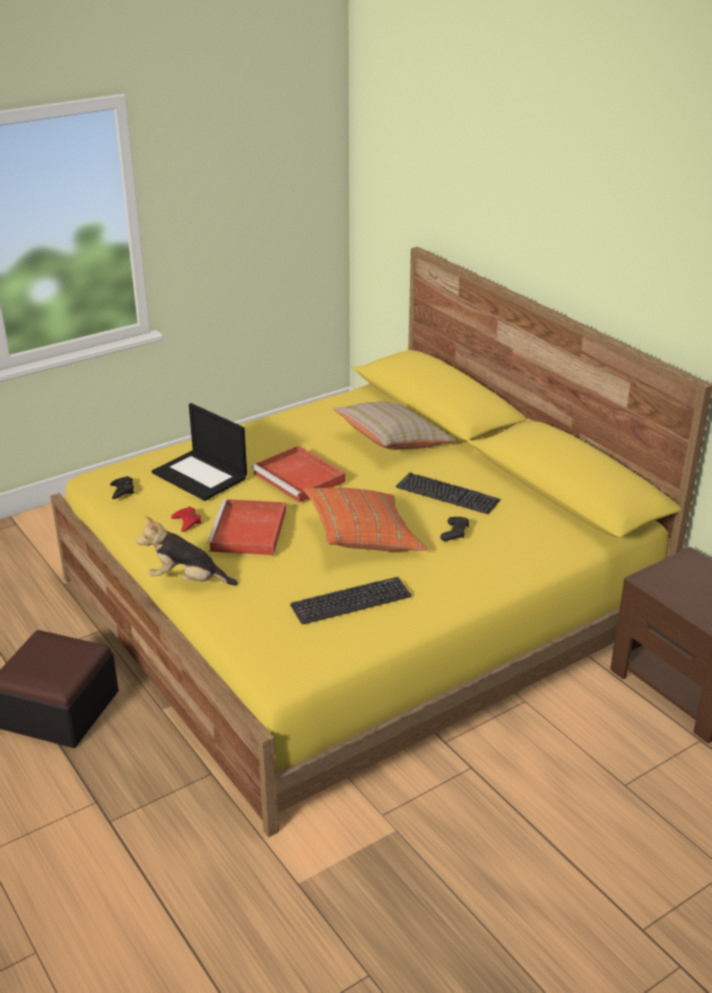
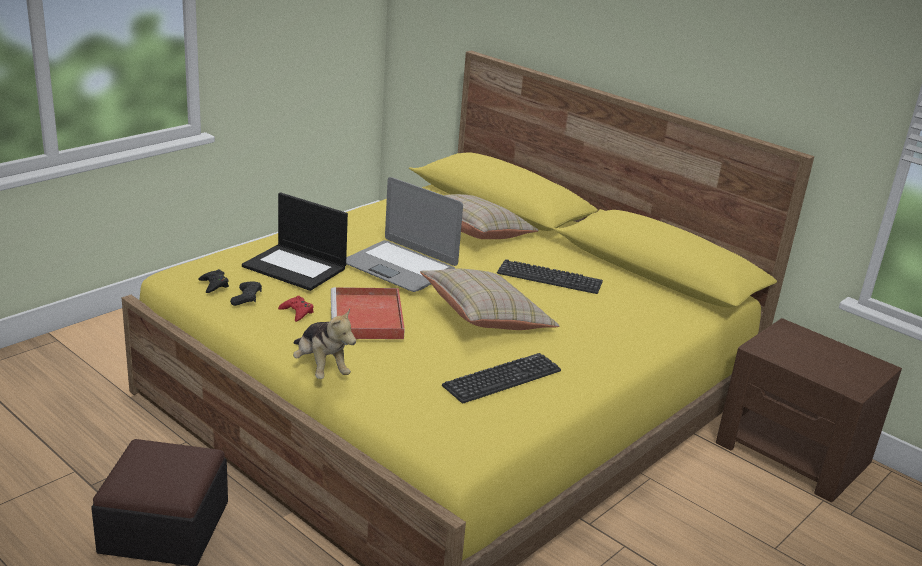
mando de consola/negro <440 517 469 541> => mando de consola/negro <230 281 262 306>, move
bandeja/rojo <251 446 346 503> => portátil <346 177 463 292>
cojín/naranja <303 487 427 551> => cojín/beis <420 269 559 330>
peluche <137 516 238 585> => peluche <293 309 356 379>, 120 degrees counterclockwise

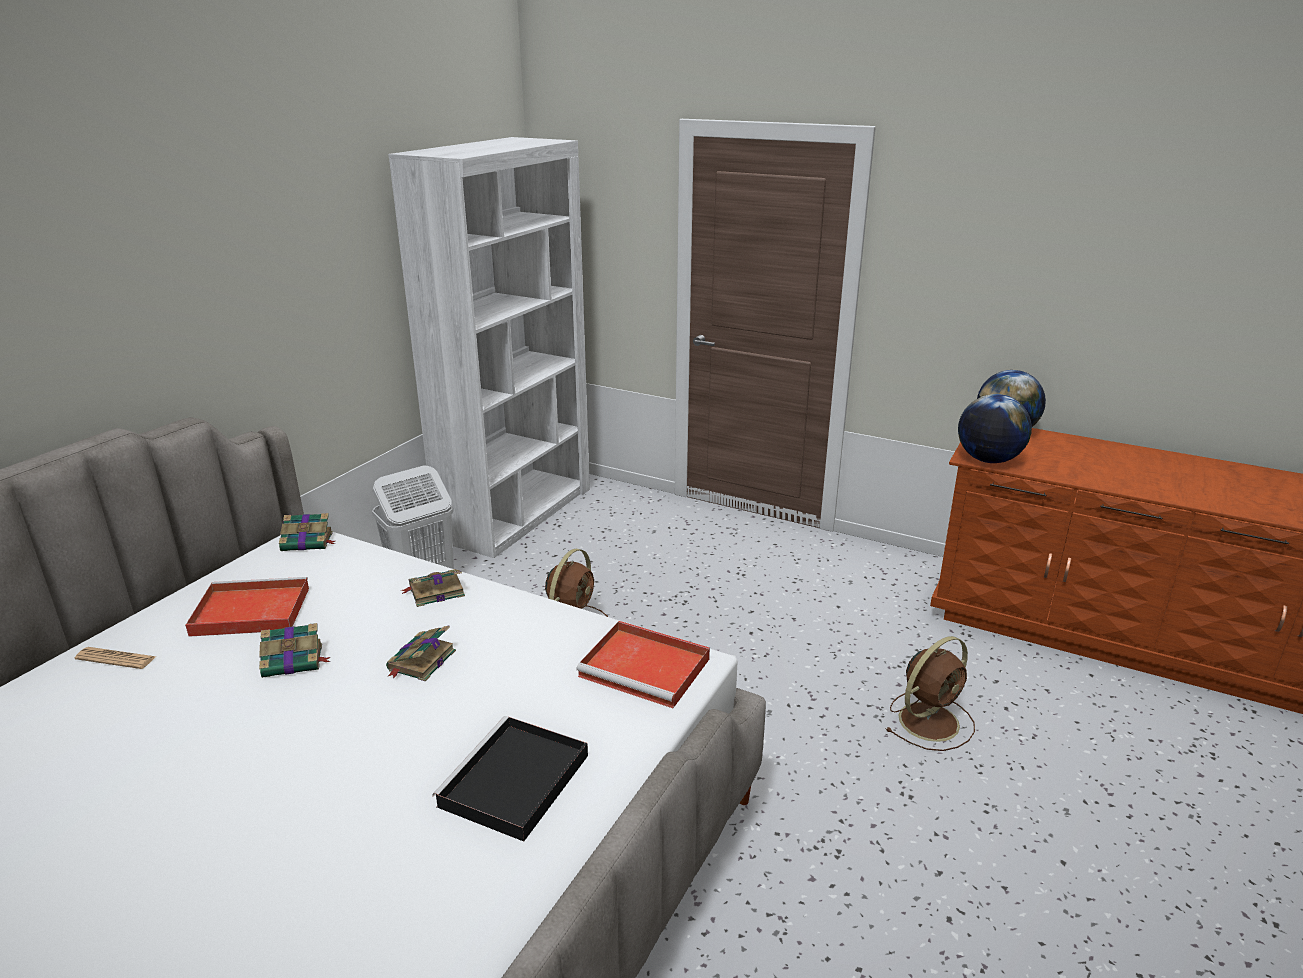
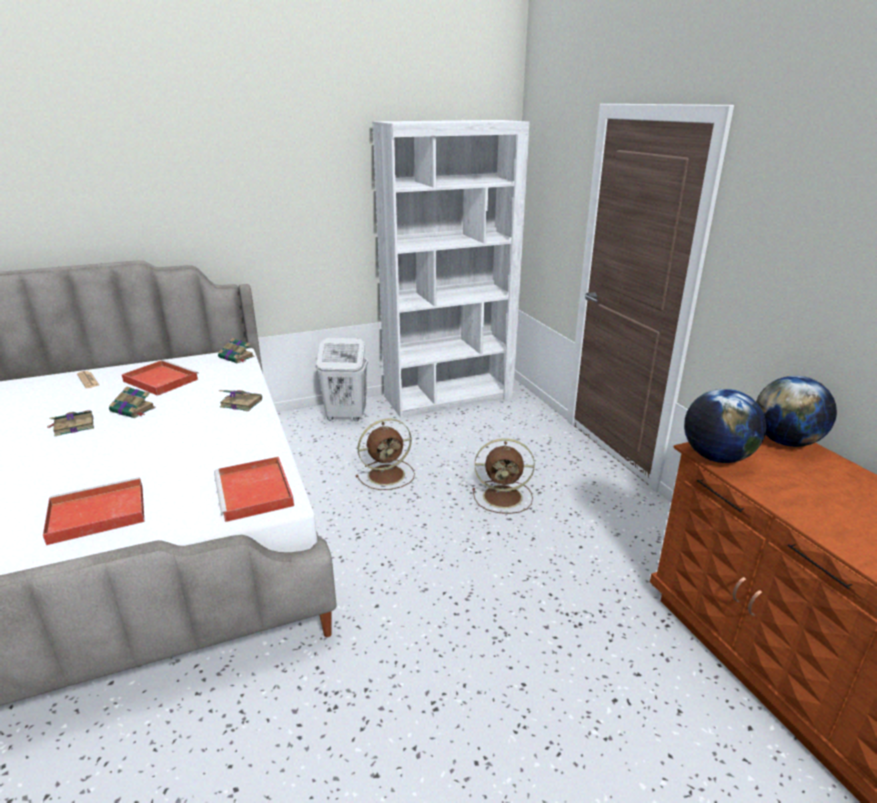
libro <386 625 456 681> => libro <48 410 94 436>, move
ventilador/marrón <885 636 975 751> => ventilador/marrón <472 438 535 514>, move
bandeja/negro <432 716 588 841> => bandeja/rojo <43 477 144 545>

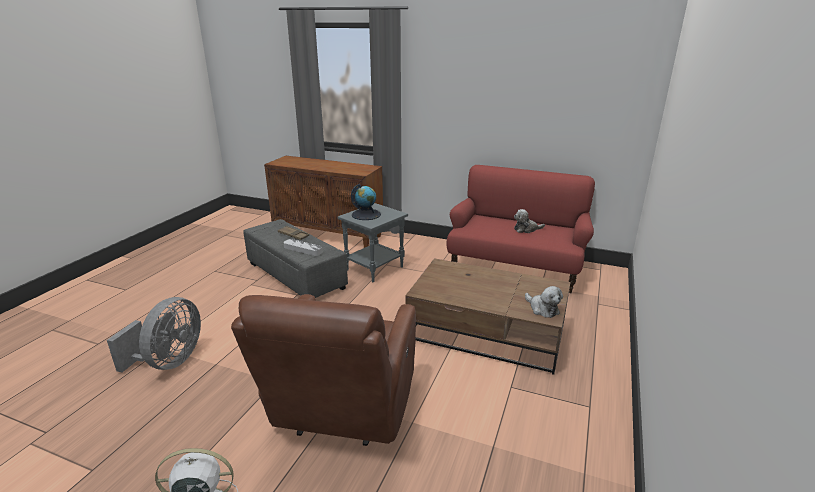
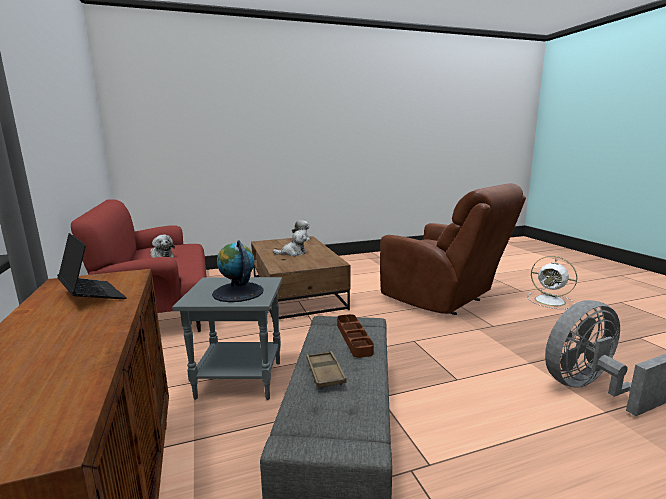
nothing => portátil <57 233 127 299>
nothing => peluche <273 231 307 256>
bandeja/gris <283 239 322 256> => bandeja/marrón <337 314 374 358>
sillón/marrón <231 294 416 446> => sillón/marrón <380 183 526 315>, 75 degrees clockwise

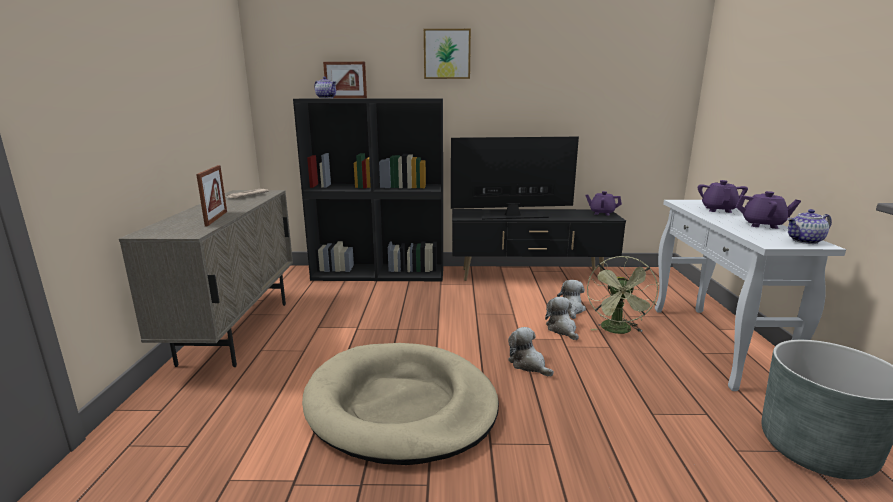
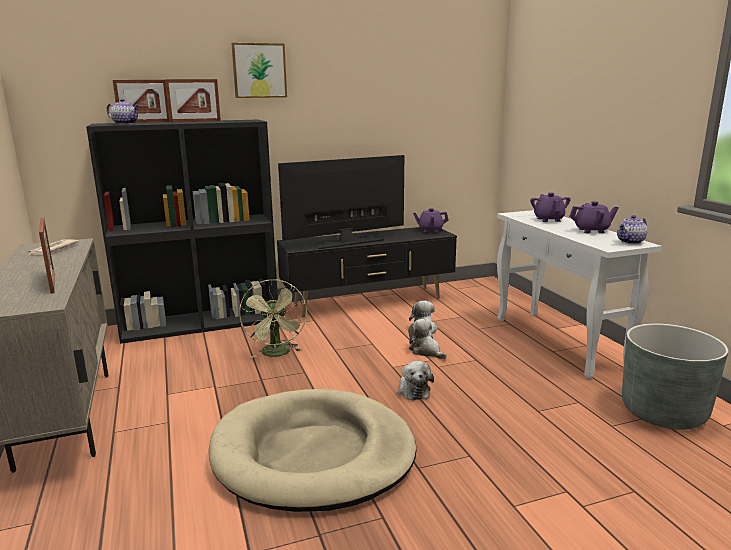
nothing => portarretratos <165 79 221 122>
ventilador/verde <587 256 659 334> => ventilador/verde <239 279 307 358>, move
peluche <508 327 554 376> => peluche <397 361 434 400>, 135 degrees counterclockwise

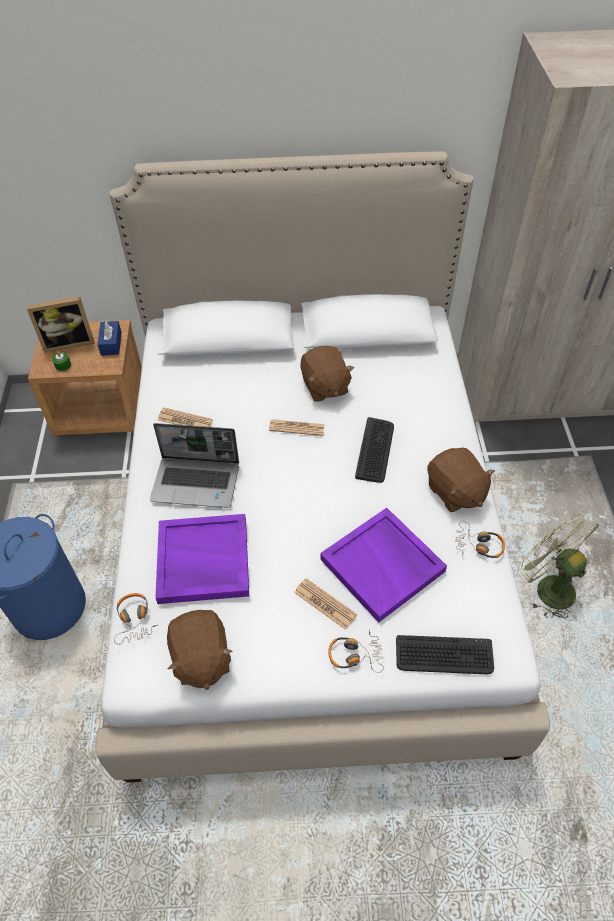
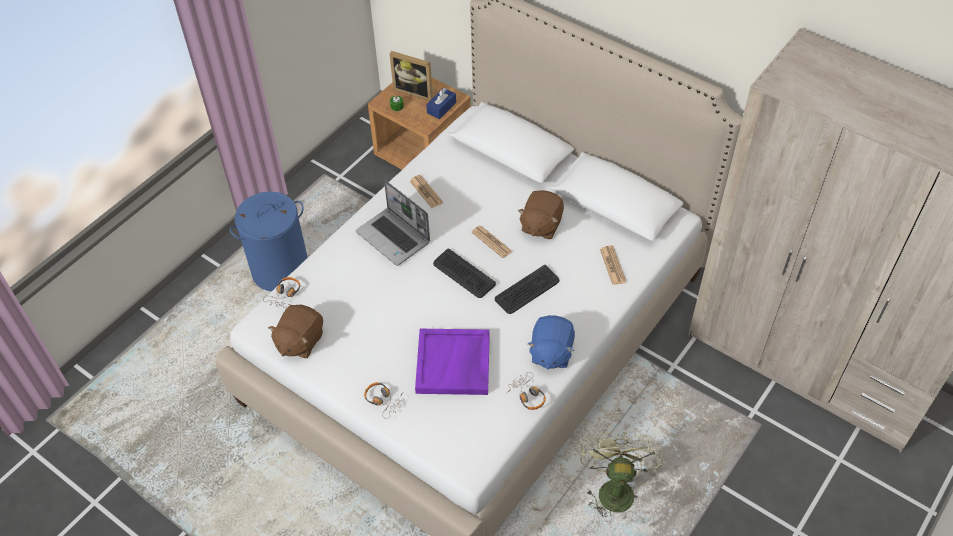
bandeja/morado <155 514 249 604> => nothing
periódico <294 578 357 629> => periódico <600 245 626 285>, move
teclado <396 635 494 674> => teclado <433 249 496 298>, move
peluche/marrón <427 448 495 512> => peluche/azul <528 315 575 369>

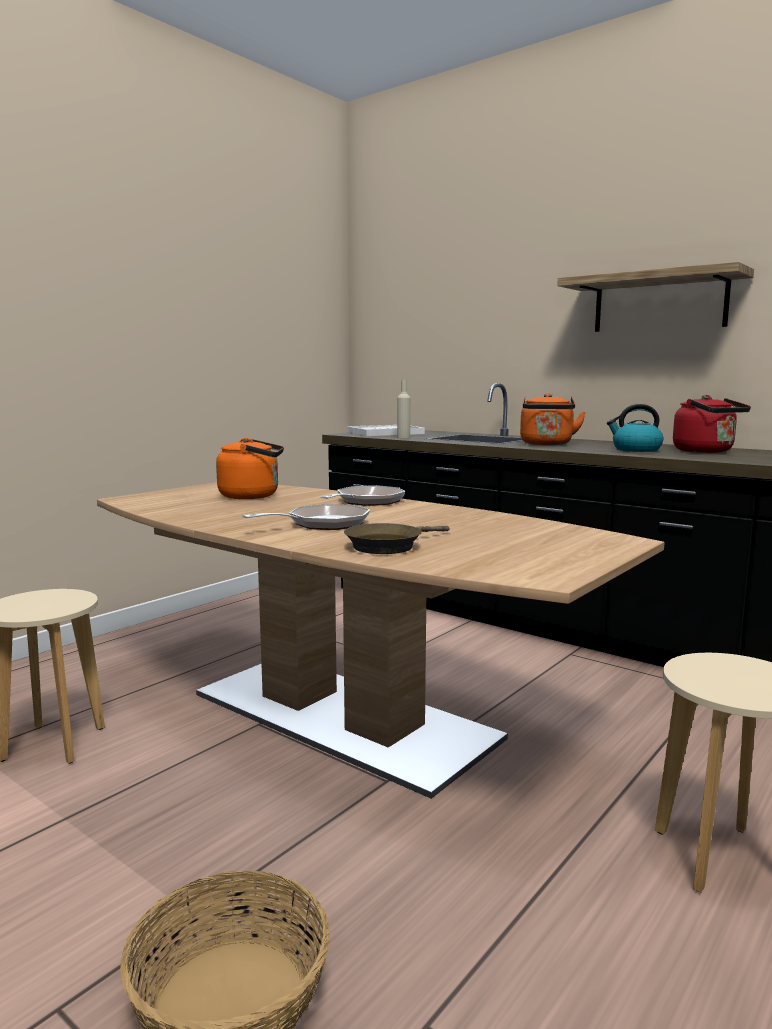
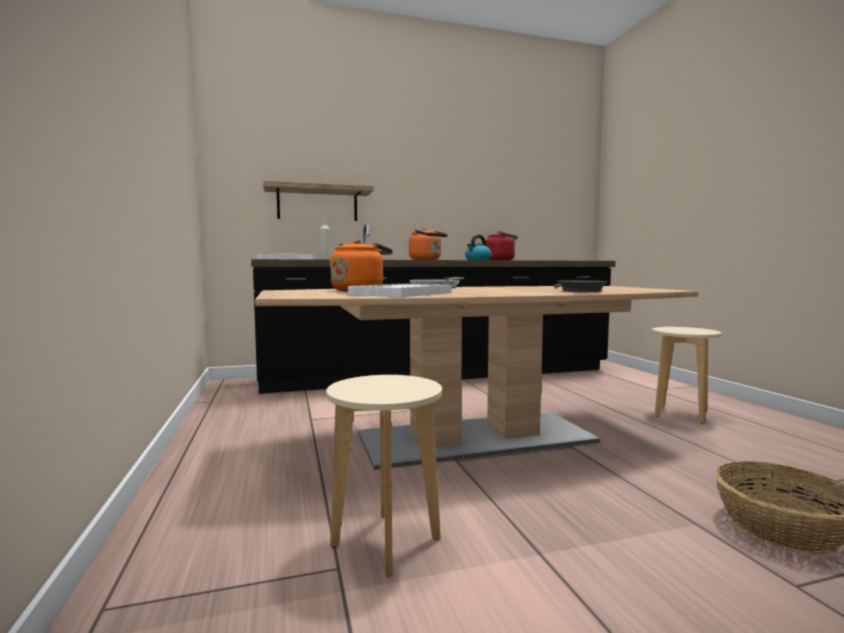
sartén <242 504 370 530> => nothing
nothing => bandeja/blanco <348 284 452 297>
estante <557 262 754 332> => estante <263 181 374 221>, move

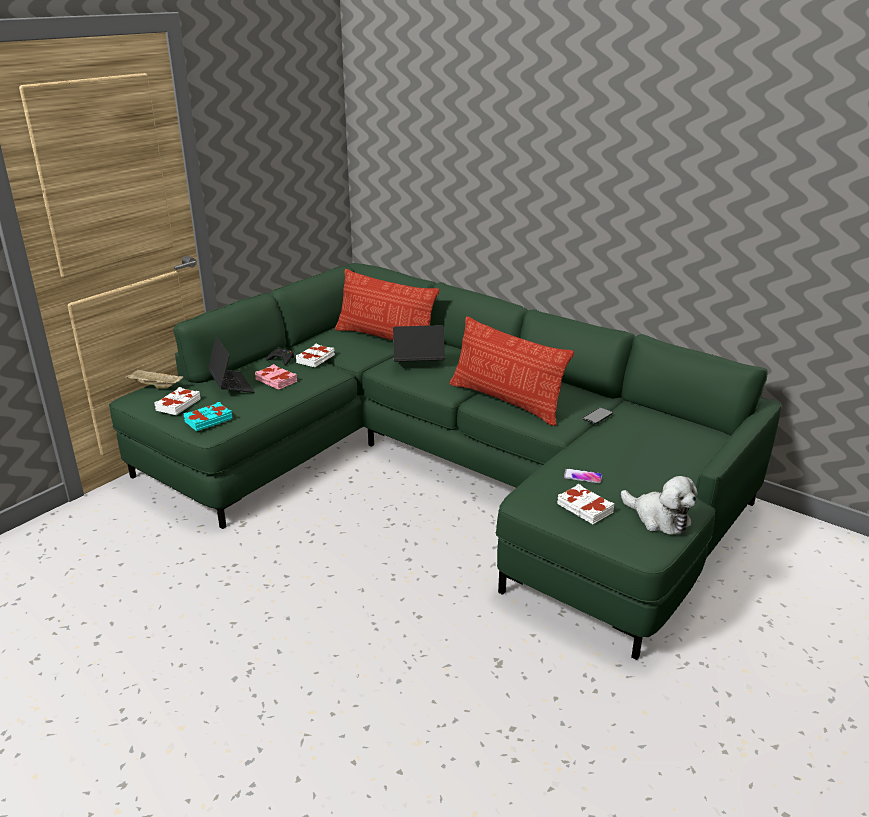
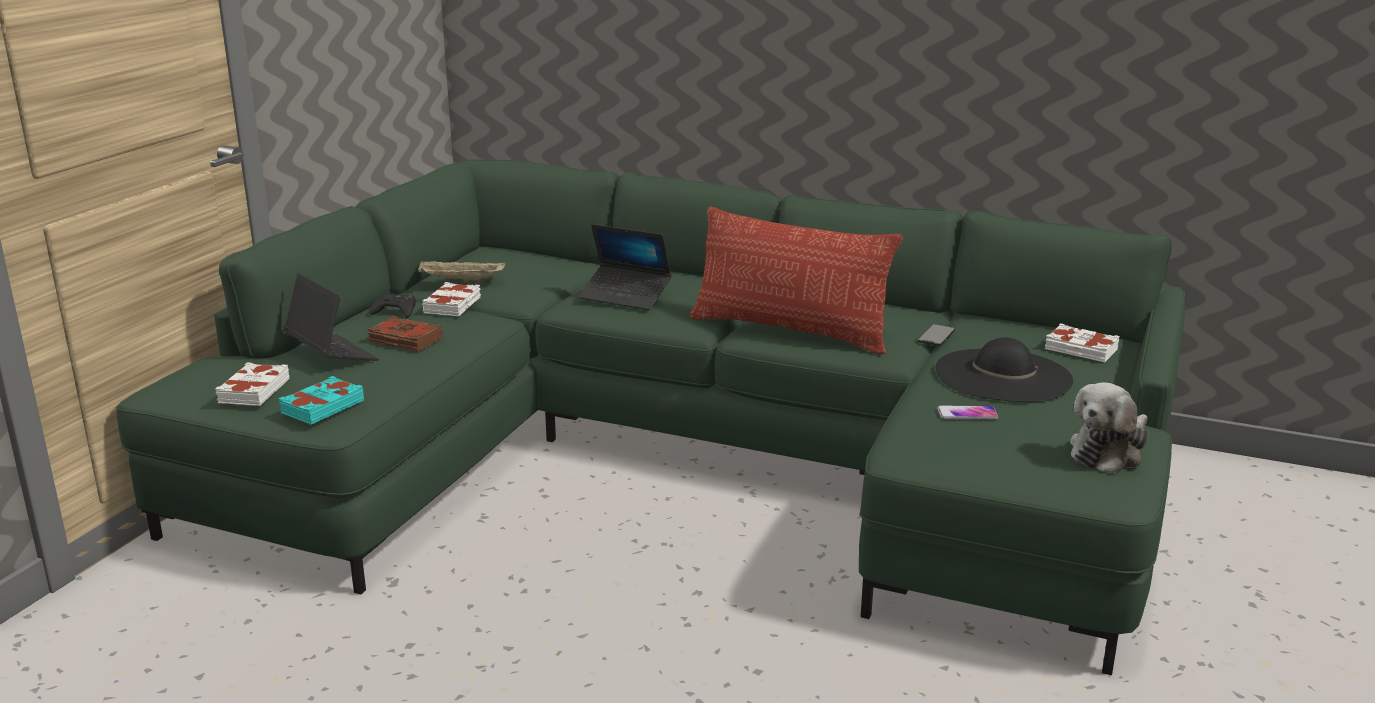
cojín <335 269 439 340> => nothing
nothing => sombrero/negro <936 337 1073 402>
bandeja/beis <125 370 184 389> => bandeja/beis <418 260 506 284>, move
libro/blanco <557 484 615 524> => libro/blanco <1045 323 1120 362>, move
libro/rosa <255 364 297 390> => libro/marrón <368 316 442 352>
portátil <393 325 445 362> => portátil <579 224 672 310>, 135 degrees counterclockwise
peluche <621 476 698 535> => peluche <1070 382 1149 474>, 105 degrees clockwise

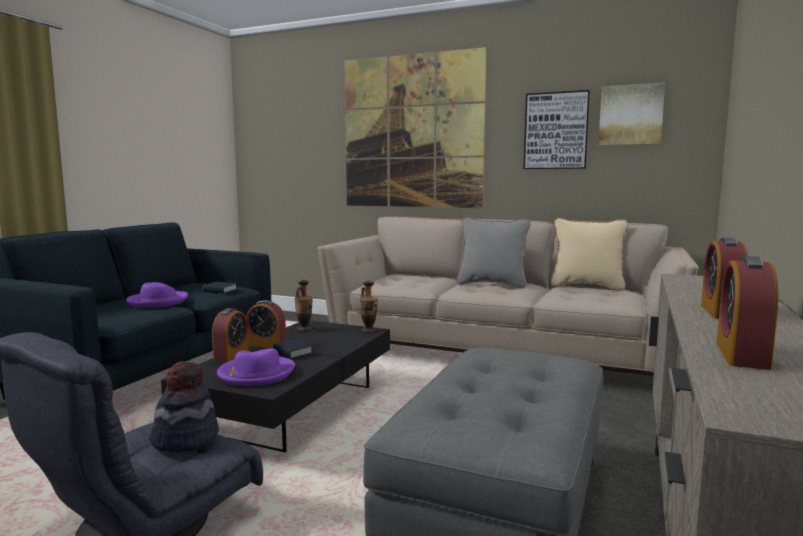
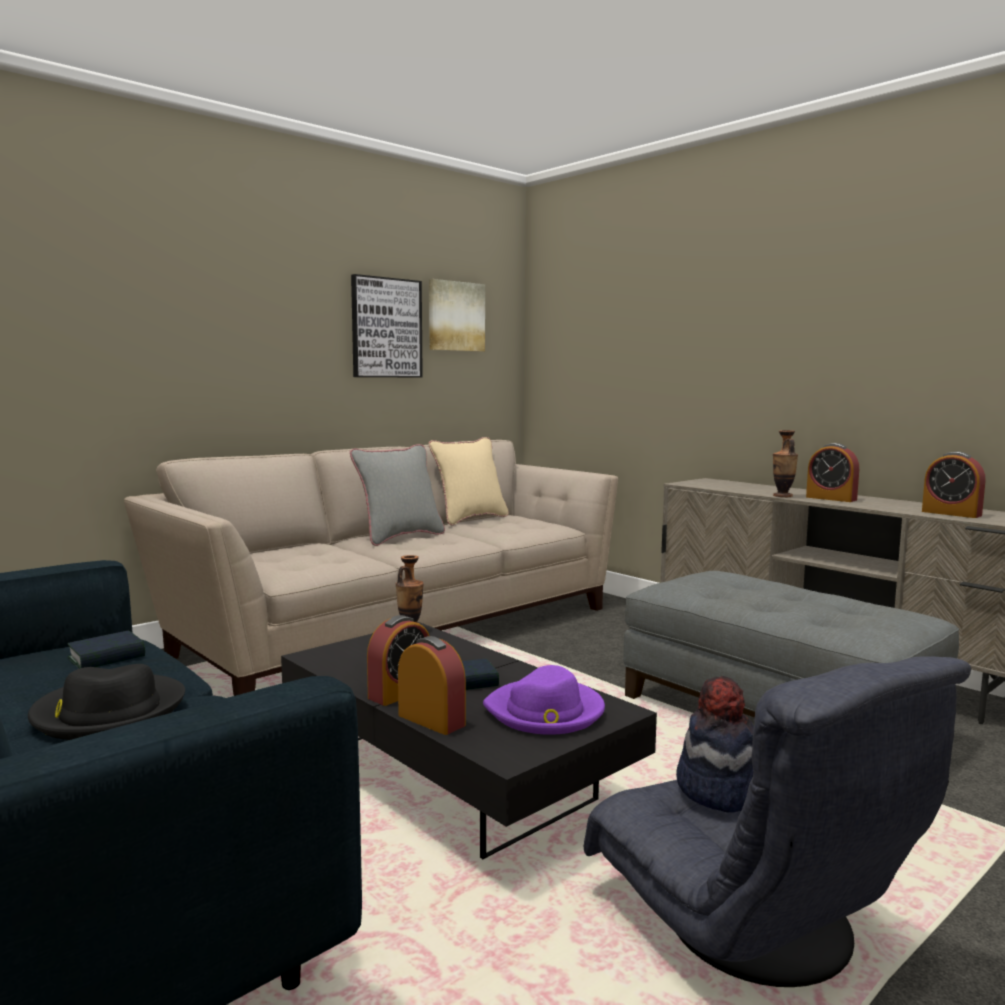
cuadro <344 47 487 208> => nothing
florero <294 280 313 331> => florero <773 430 798 497>, move
sombrero/morado <126 282 188 308> => sombrero/negro <28 664 185 740>

